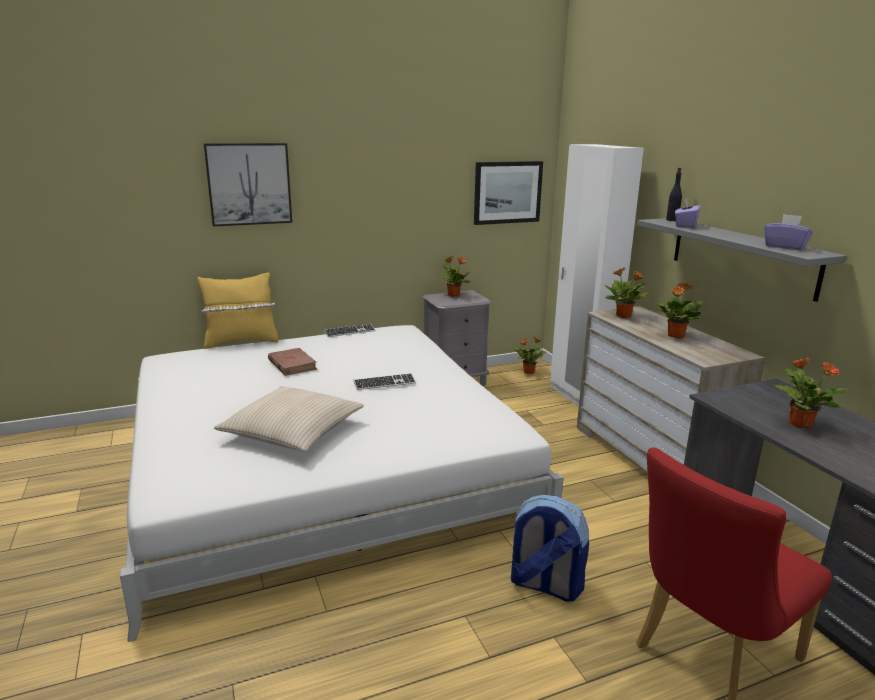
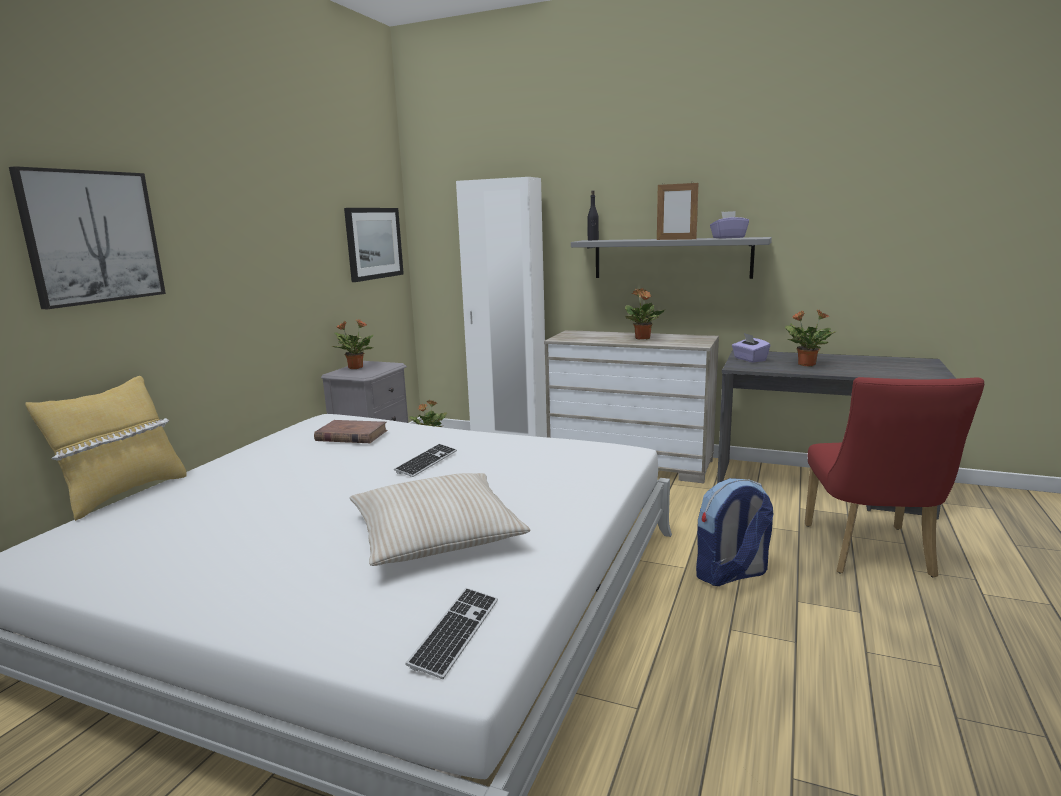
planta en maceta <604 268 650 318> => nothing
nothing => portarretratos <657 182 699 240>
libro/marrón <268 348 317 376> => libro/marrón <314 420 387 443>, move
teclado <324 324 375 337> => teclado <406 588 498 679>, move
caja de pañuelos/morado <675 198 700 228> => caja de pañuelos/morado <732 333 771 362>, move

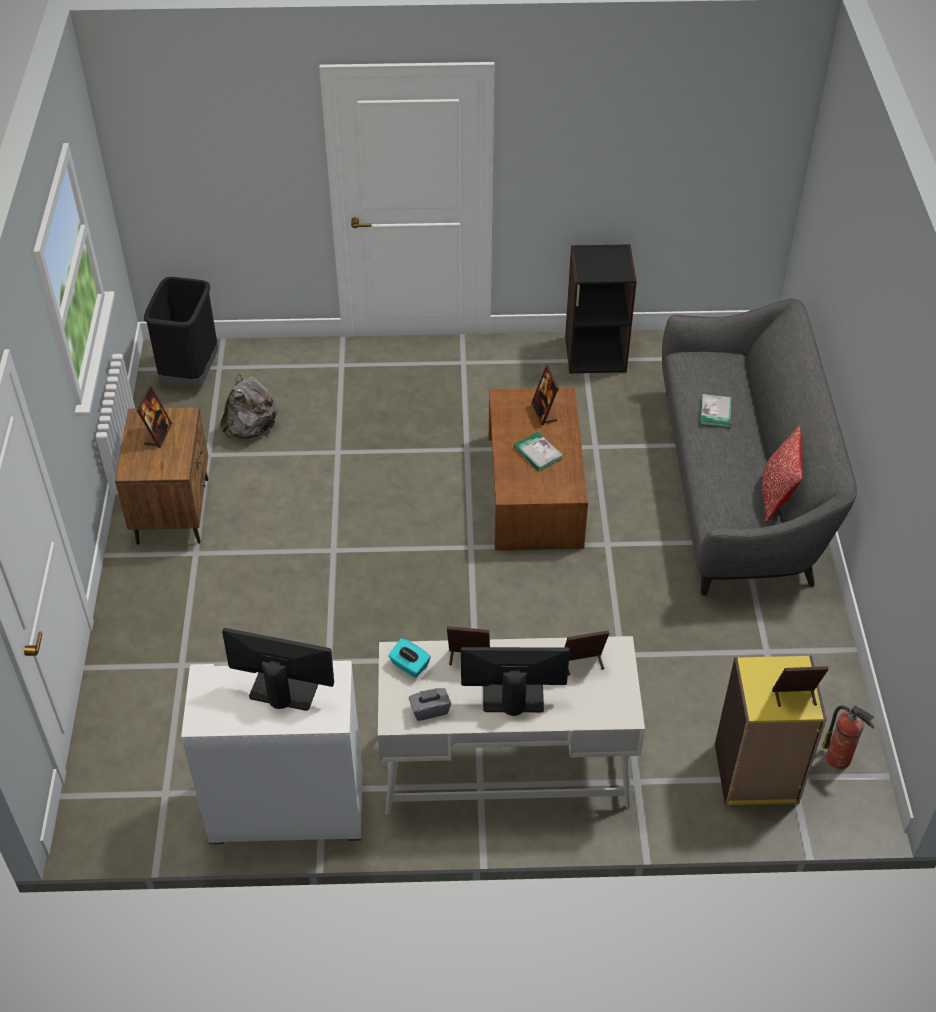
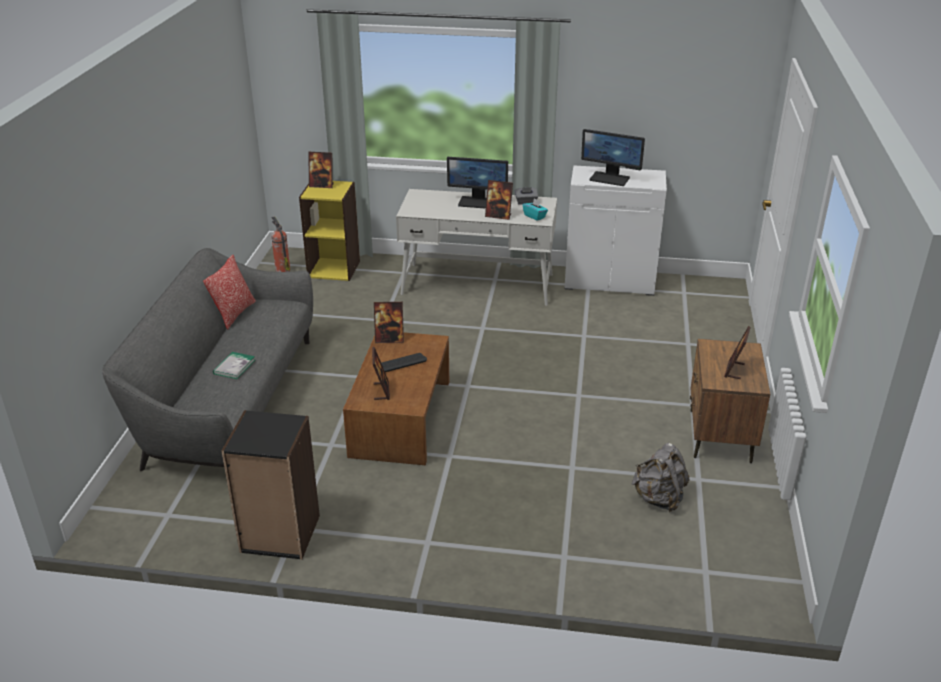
papelera/negro <144 277 218 386> => nothing
portarretratos <564 630 609 676> => portarretratos <374 302 404 343>, move
libro <514 432 563 471> => teclado <381 353 427 372>

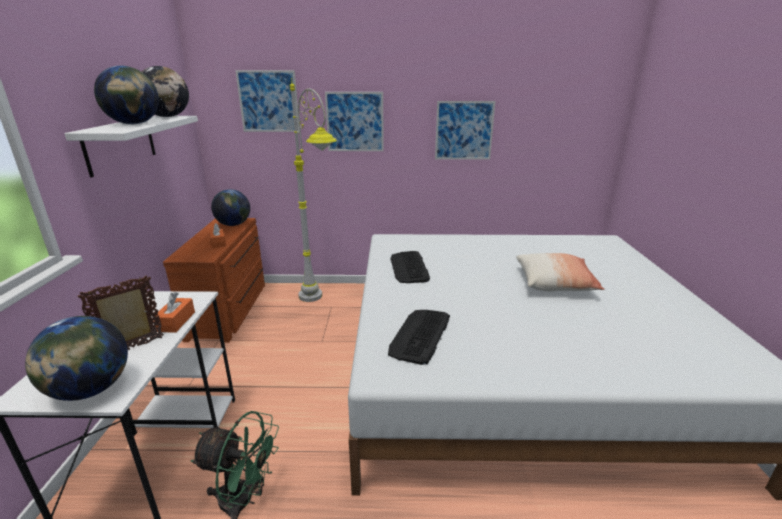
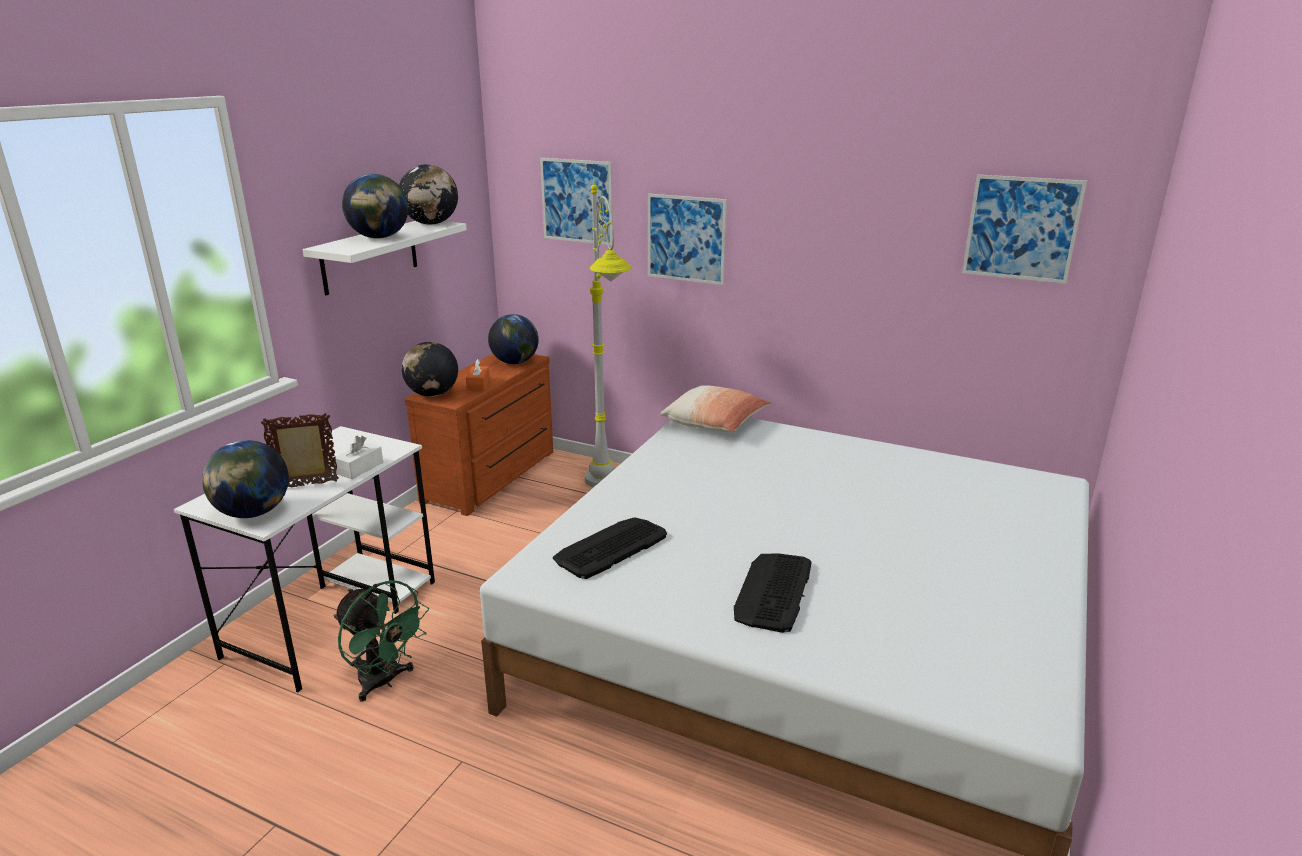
nothing => globo terráqueo <402 342 458 397>
teclado <390 251 430 283> => teclado <734 553 812 633>, move
cuadro <435 101 495 160> => cuadro <962 175 1087 284>, move
cojín <516 253 604 291> => cojín <660 385 771 432>, move
caja de pañuelos/naranja <152 292 195 333> => caja de pañuelos/blanco <334 436 383 479>

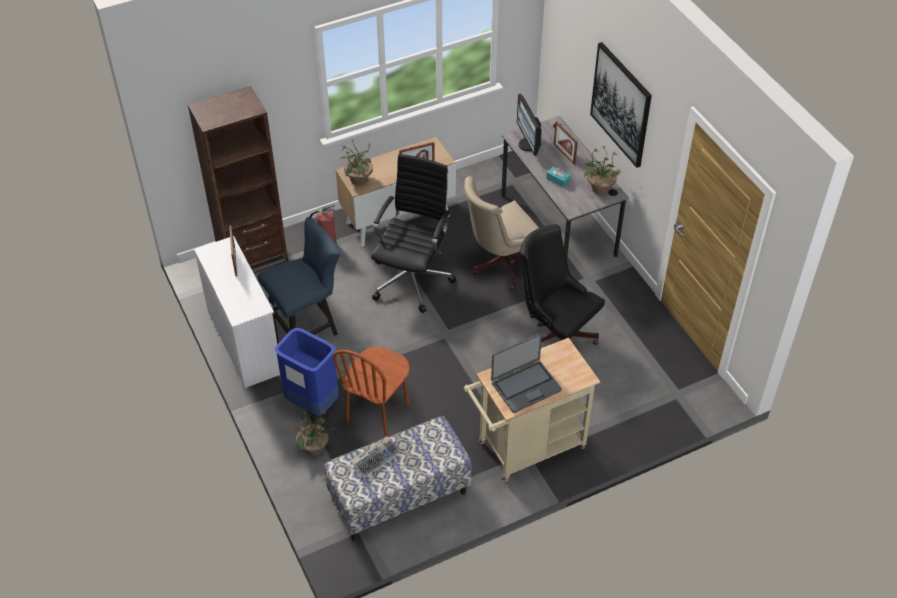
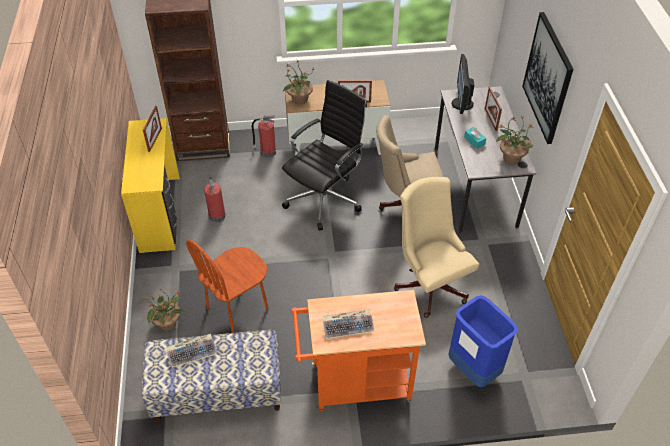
papelera/azul <275 328 339 416> => papelera/azul <448 295 519 388>, move
silla/azul <258 217 340 336> => extintor <204 177 226 222>
portátil <491 333 562 413> => teclado <323 310 374 339>
escritorio/blanco <194 236 280 388> => escritorio/amarillo <121 118 180 253>
carrito/beis <464 338 600 482> => carrito/naranja <291 290 426 411>
silla de oficina/negro <520 224 605 345> => silla de oficina/beis <394 177 479 318>

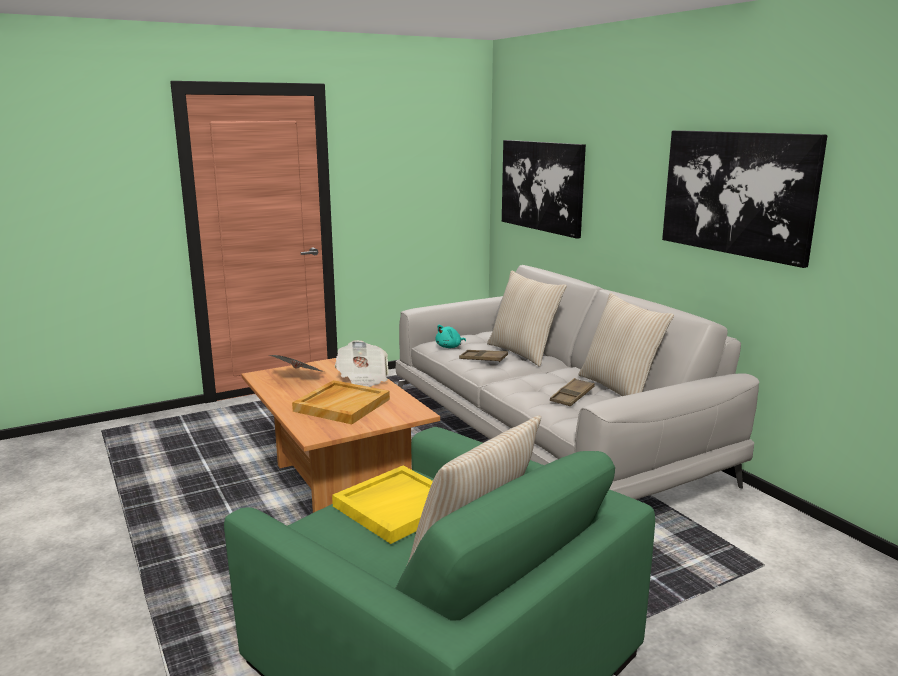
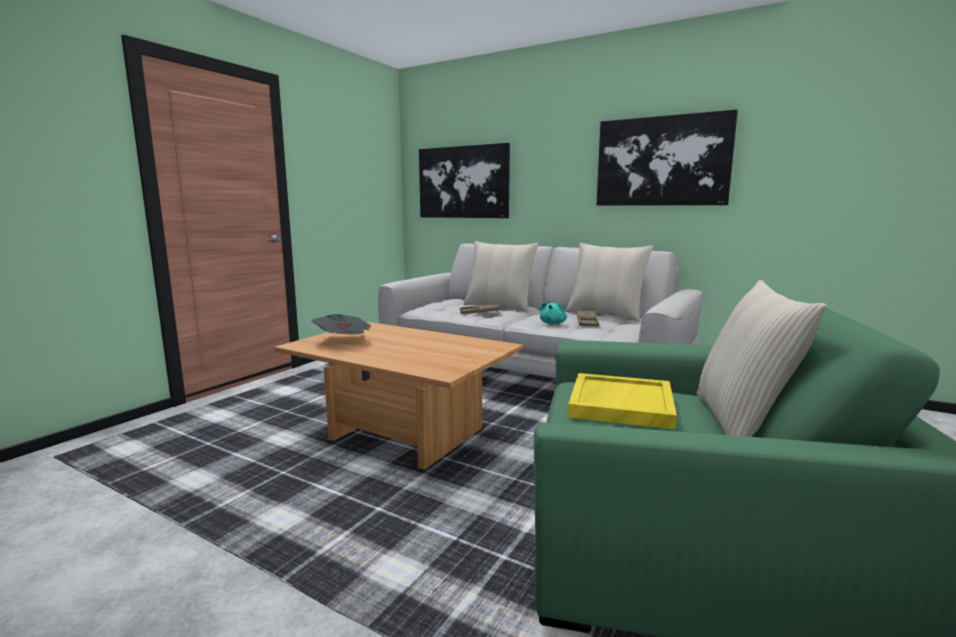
bandeja/beis <292 380 390 424> => nothing
periódico <335 340 389 387> => nothing
peluche/turquesa <435 325 466 348> => peluche/turquesa <540 302 567 325>, move

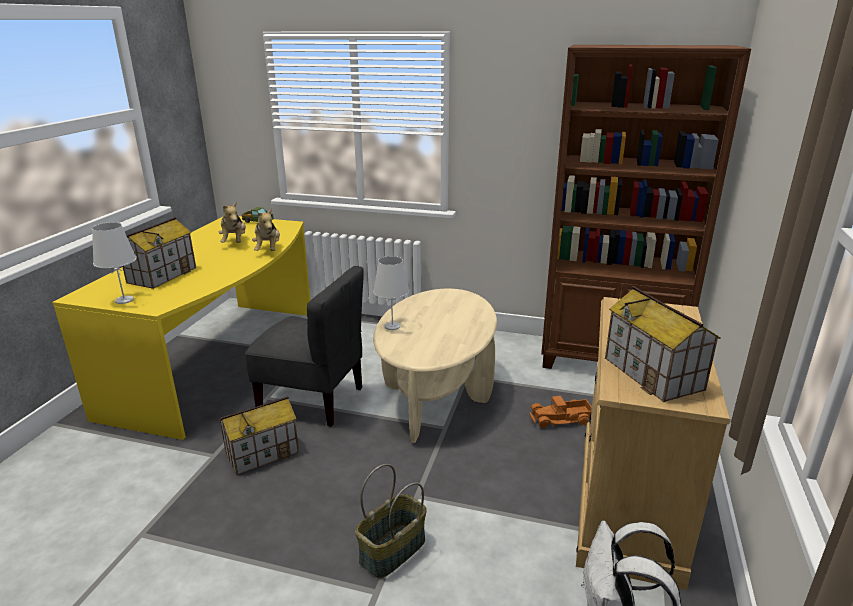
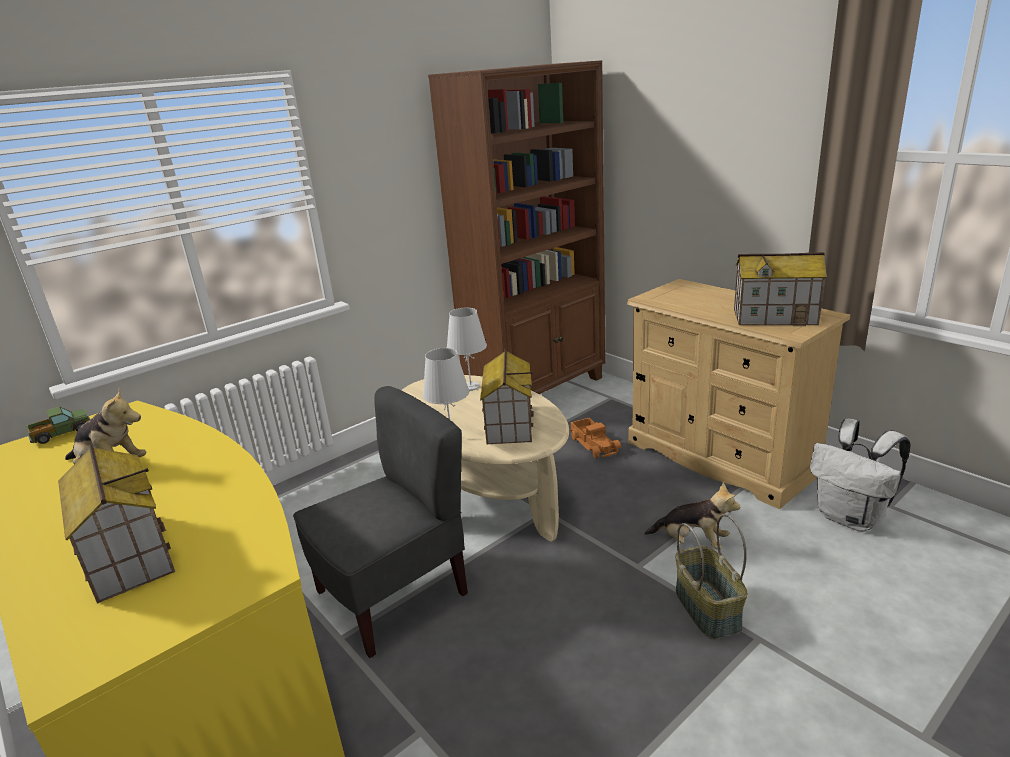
lámpara de mesa/blanco <92 222 137 304> => lámpara de mesa/blanco <447 308 487 391>, move
casita <218 396 299 475> => casita <480 349 534 445>, move
peluche <252 208 280 251> => peluche <644 482 740 549>, move
camión de juguete <529 396 592 428> => camión de juguete <570 418 621 459>, 45 degrees counterclockwise

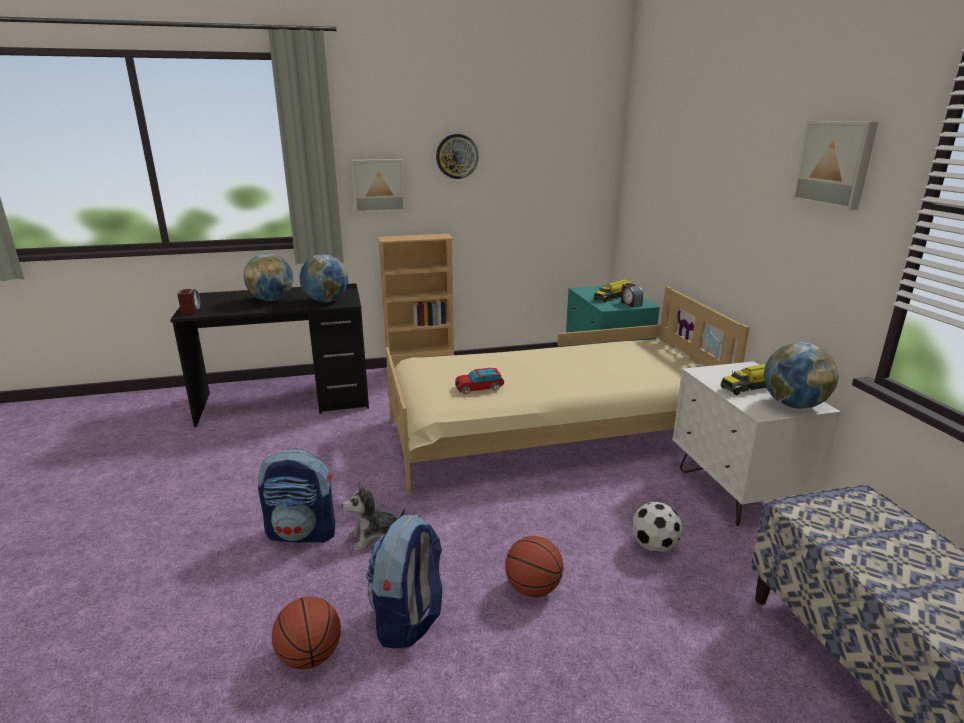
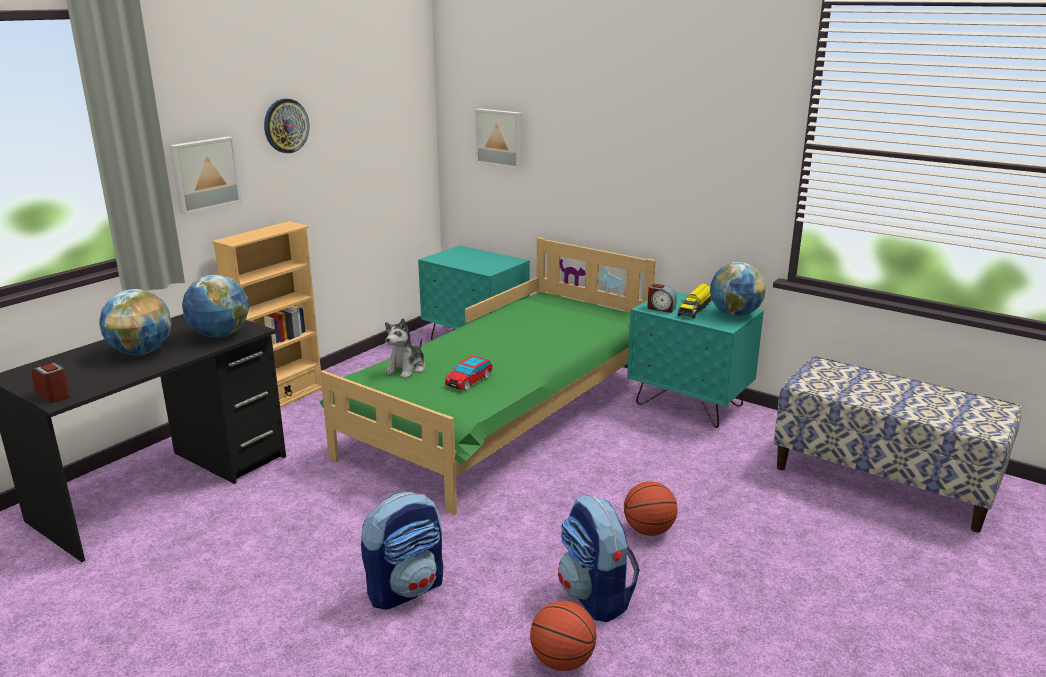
camión de juguete <594 279 631 303> => nothing
balón de fútbol <632 502 683 553> => nothing
peluche <342 482 405 551> => peluche <385 318 425 379>, move
despertador <621 283 643 307> => despertador <647 284 677 313>, move
cuadro <792 121 878 210> => cuadro <475 109 522 169>, move
cama/beis <386 286 750 495> => cama/verde <320 237 656 515>
mesita de noche/blanco <673 361 841 526> => mesita de noche/turquesa <627 291 764 428>

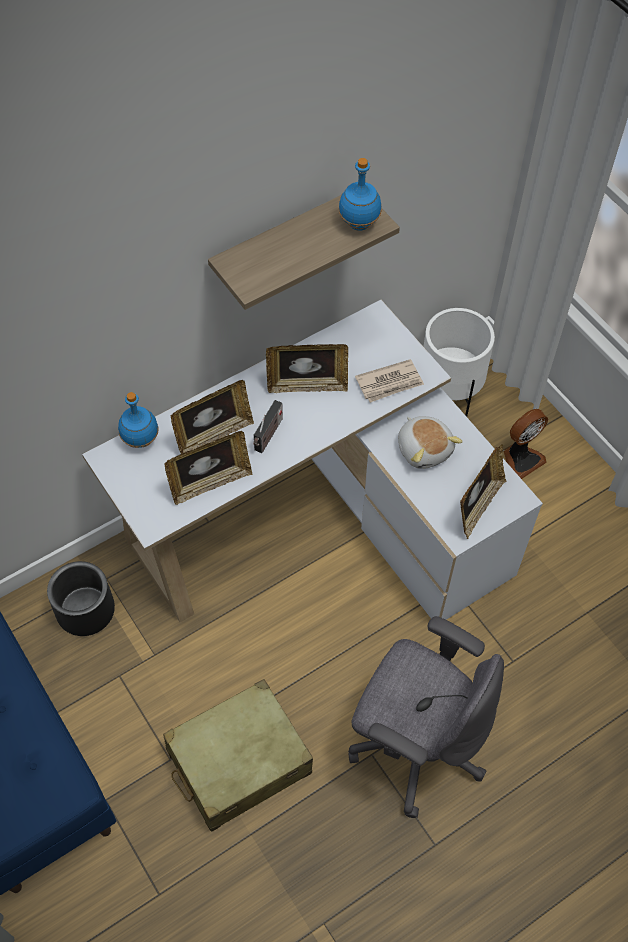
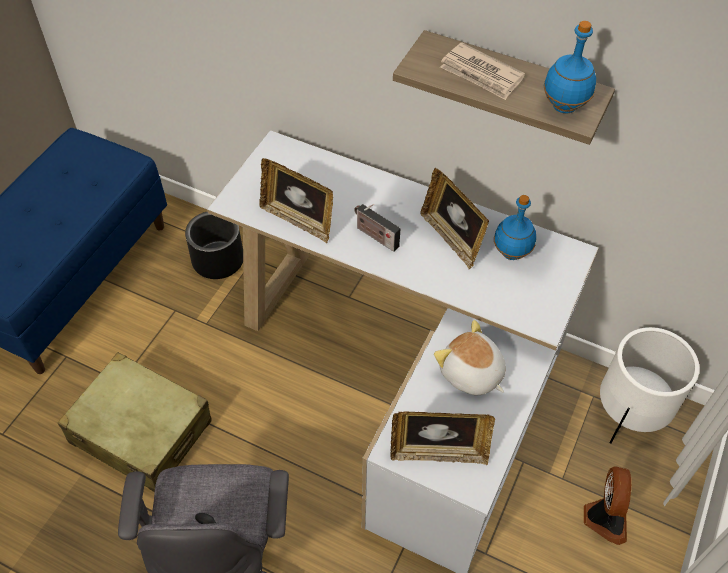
portarretratos <170 380 254 454> => nothing
botella/azul <118 392 159 448> => botella/azul <494 195 536 260>, move
periódico <355 359 424 403> => periódico <440 42 525 100>, move
radio <254 400 283 453> => radio <354 204 401 252>, 45 degrees clockwise
peluche <398 416 463 469> => peluche <434 320 506 396>, 105 degrees clockwise
ventilador <503 409 548 479> => ventilador <584 466 631 545>, 105 degrees counterclockwise

